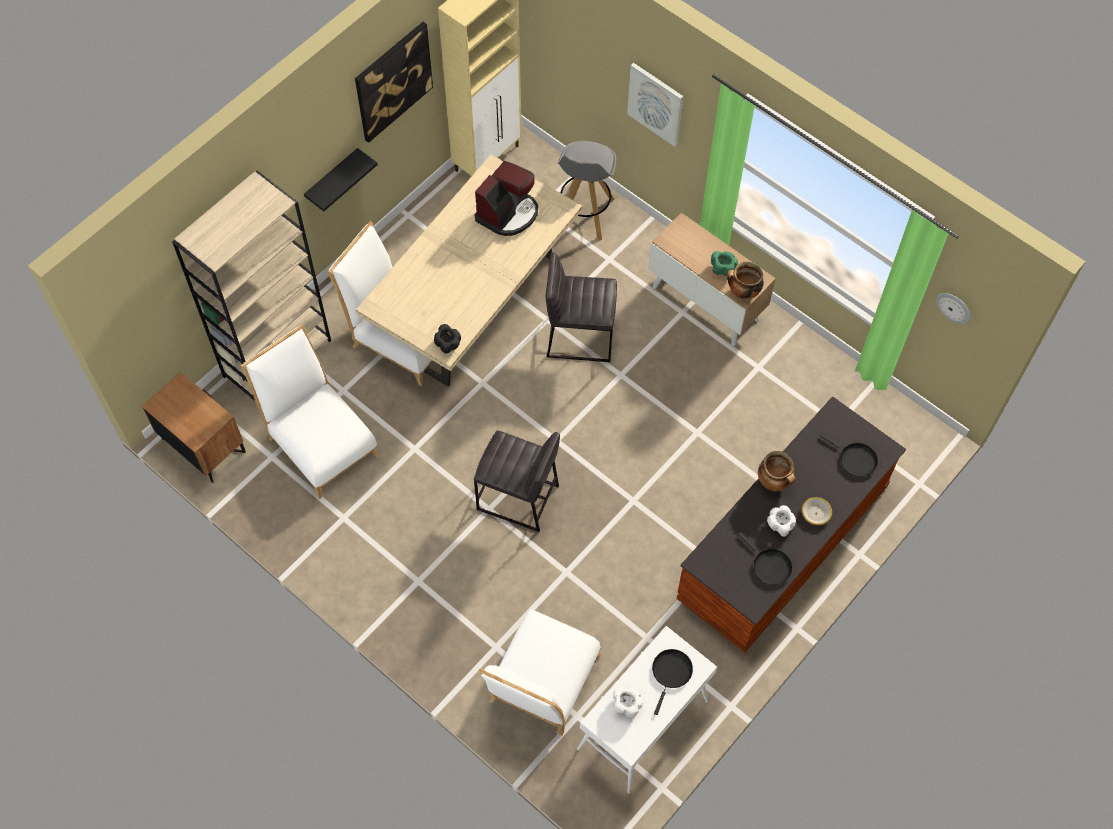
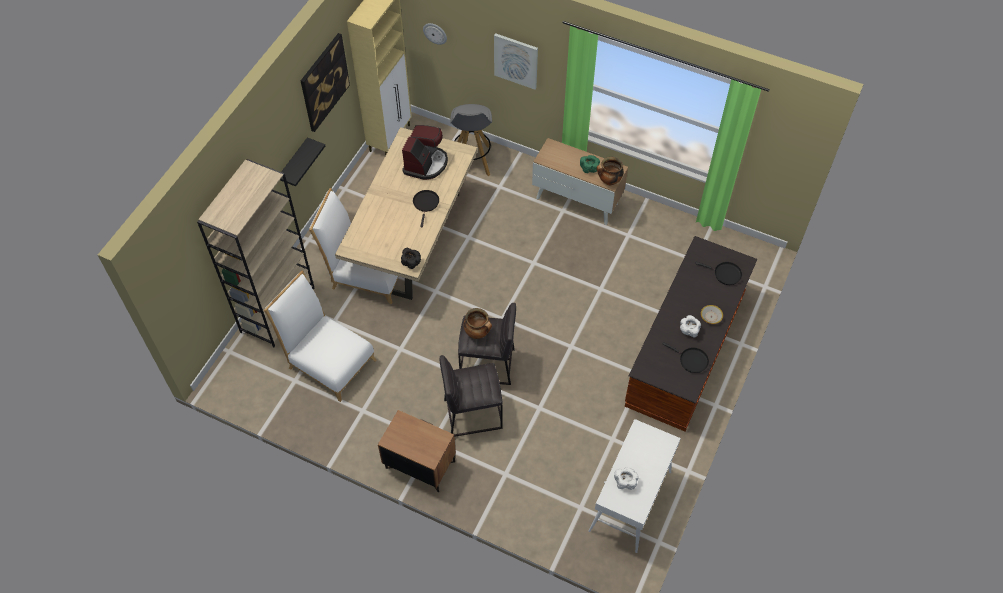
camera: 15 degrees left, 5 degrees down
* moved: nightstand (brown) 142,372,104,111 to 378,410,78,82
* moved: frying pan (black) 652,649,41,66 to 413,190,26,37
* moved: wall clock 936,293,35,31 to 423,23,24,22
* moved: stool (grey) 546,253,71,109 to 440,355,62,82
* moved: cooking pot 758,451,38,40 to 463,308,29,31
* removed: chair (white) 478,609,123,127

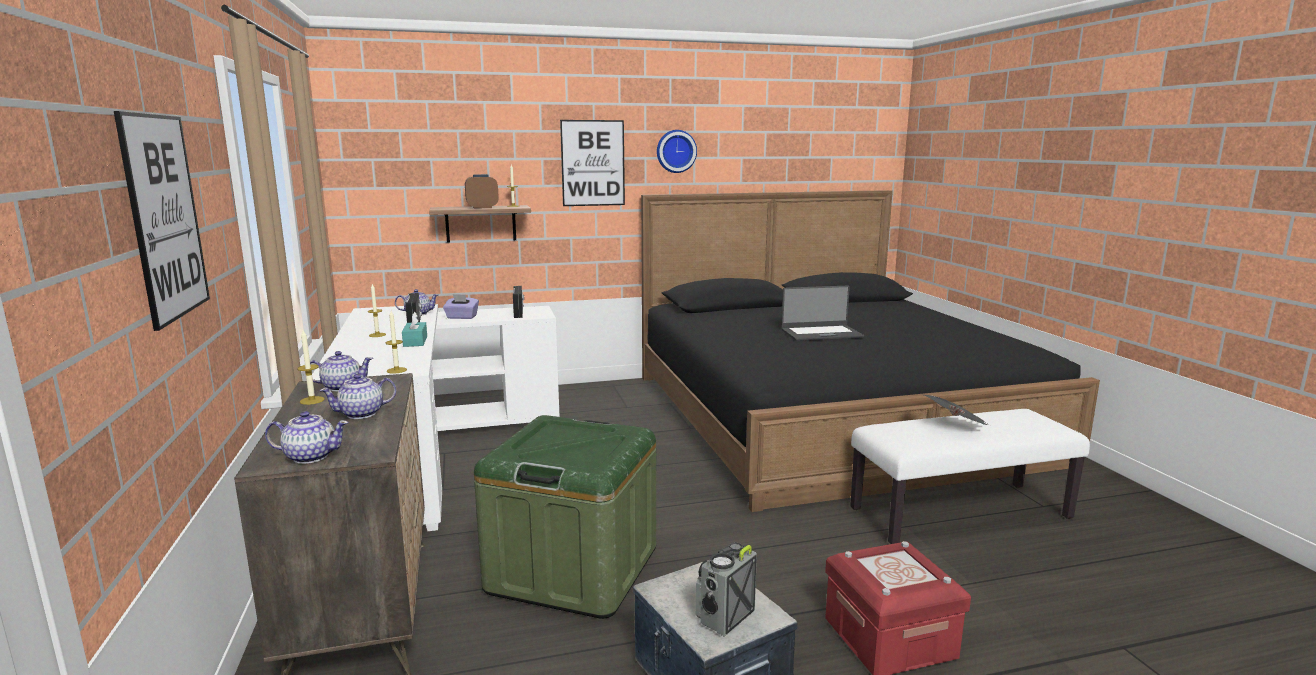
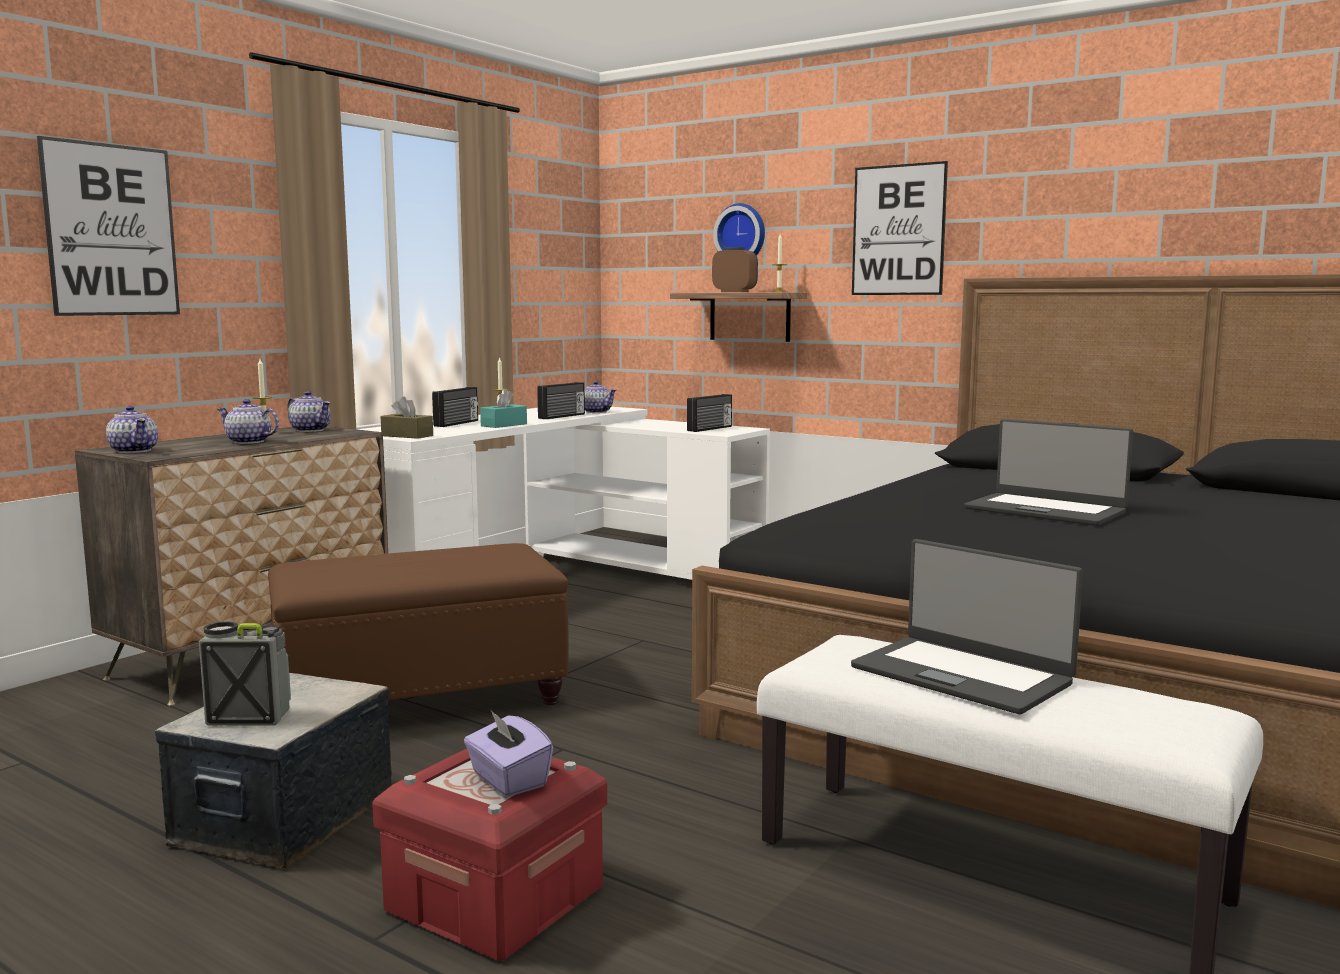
camera: 50 degrees right, 5 degrees down
* replaced: storage box (green) 474,415,182,204 to ottoman (brown) 268,543,301,162
* replaced: candle 386,311,21,63 to tissue box (brown) 381,396,52,43
* added: radio 432,387,46,40
* moved: tissue box (purple) 443,294,36,25 to 464,709,89,88
* moved: wall clock 657,130,40,43 to 713,203,52,53
* replaced: newspaper 924,395,64,30 to laptop 851,539,232,175

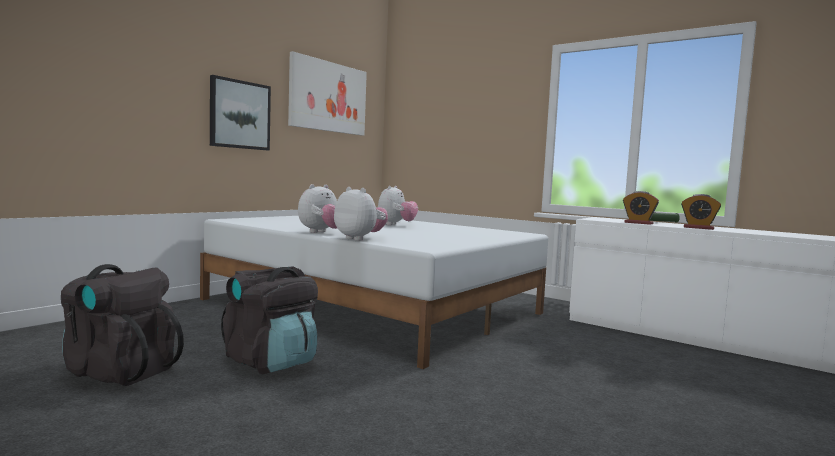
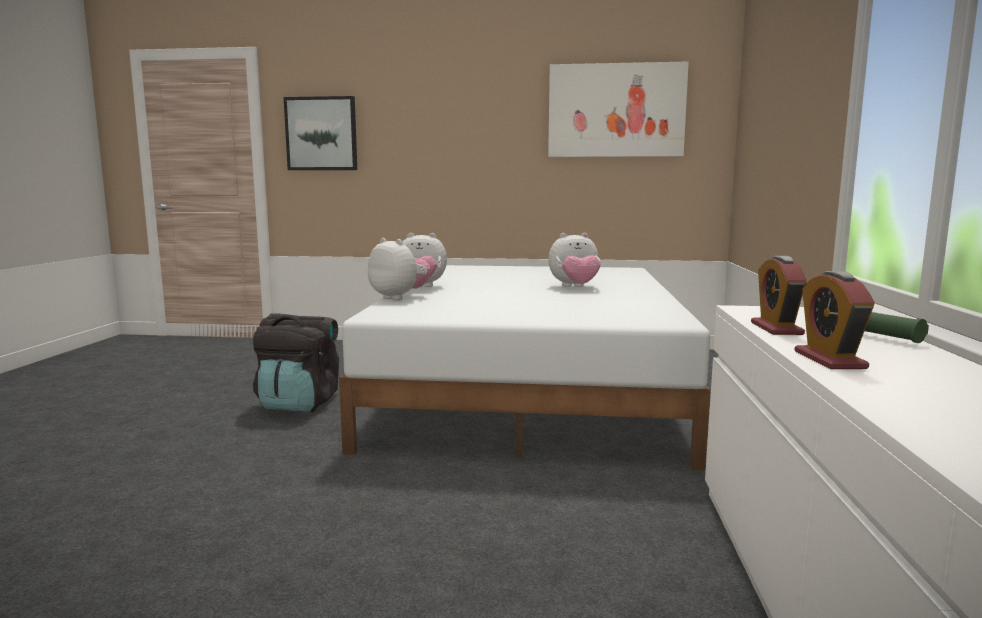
camera: 60 degrees right, 5 degrees up
* moved: picture 210,75,61,75 to 284,96,73,74
* turned: plush toy 334,187,54,54 = 368,238,63,62 60 degrees counterclockwise
* removed: backpack (black) 61,264,123,122

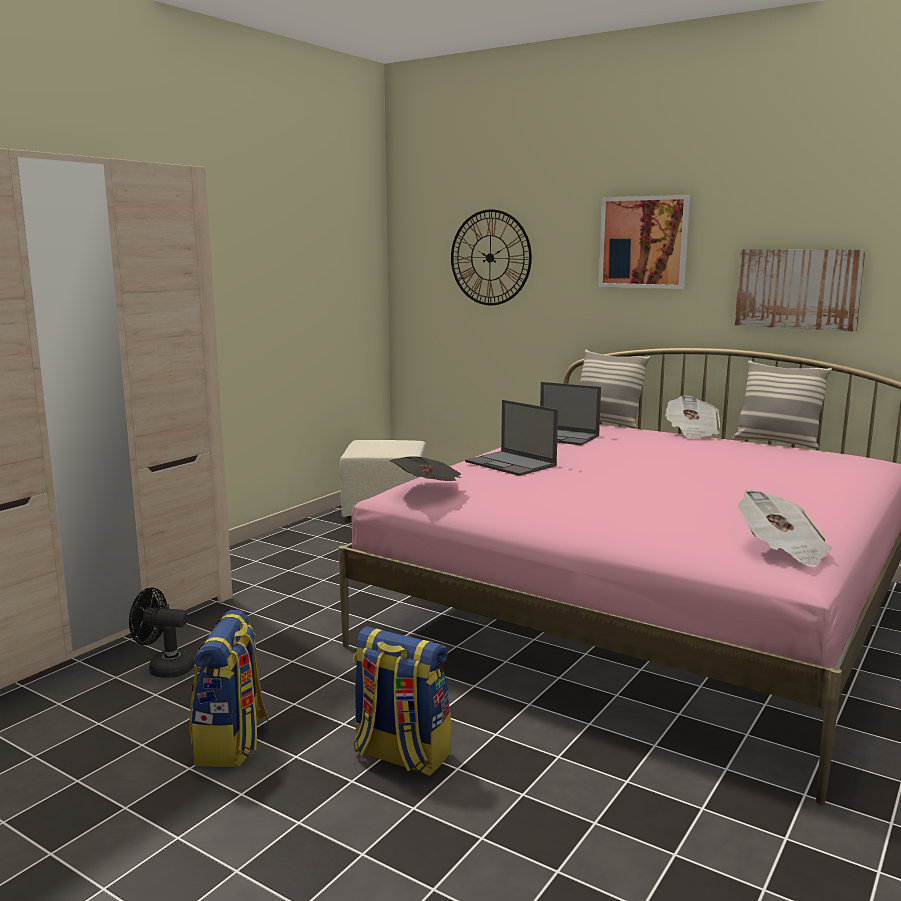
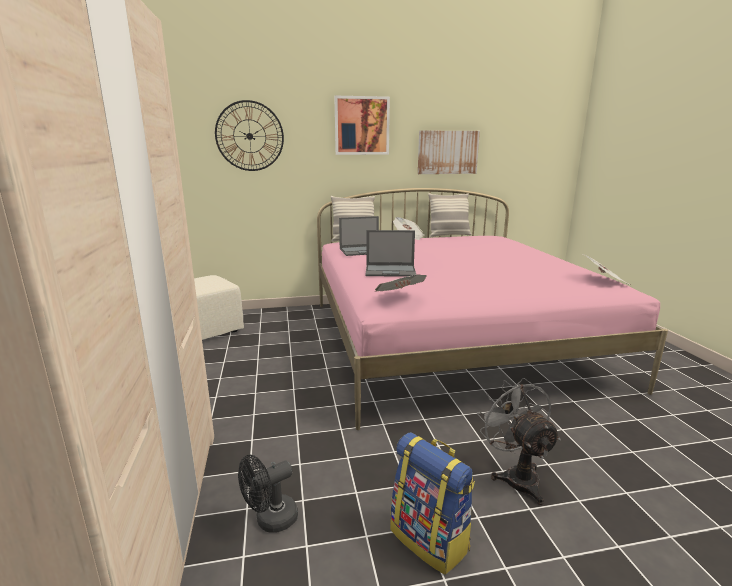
camera: 45 degrees left, 5 degrees up
* replaced: backpack 353,627,98,149 to fan (grey) 477,378,84,127

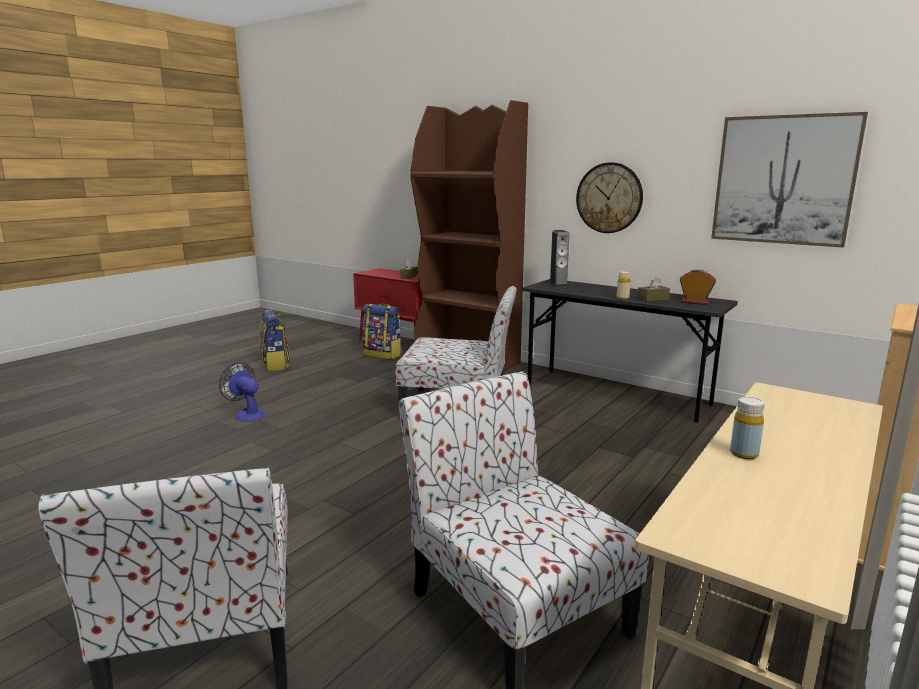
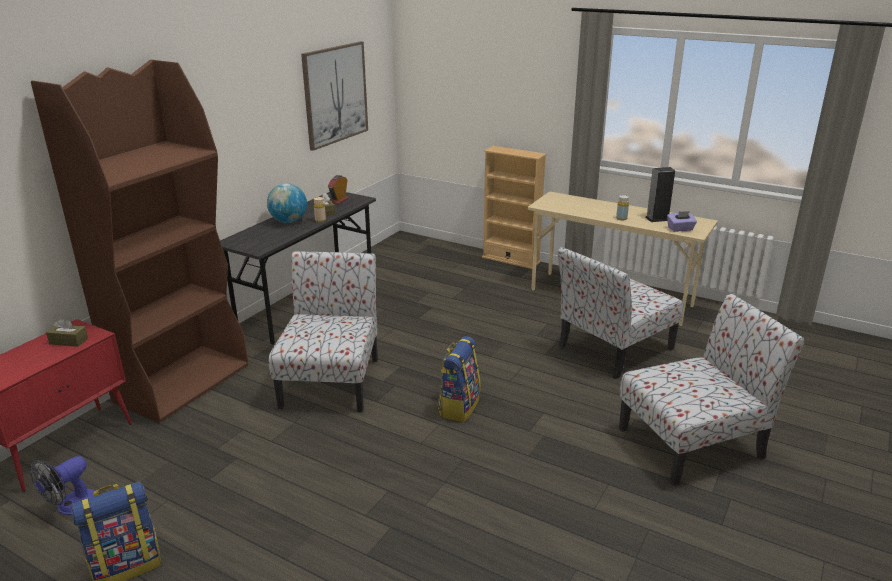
camera: 95 degrees left, 10 degrees up
* moved: fan 219,362,46,60 to 30,456,65,59
* added: globe 267,183,40,40
* moved: backpack 363,304,39,55 to 438,336,43,86
* moved: speaker 549,230,20,57 to 645,167,30,55
* added: tissue box (purple) 667,211,30,21
* removed: wall clock 576,162,67,71

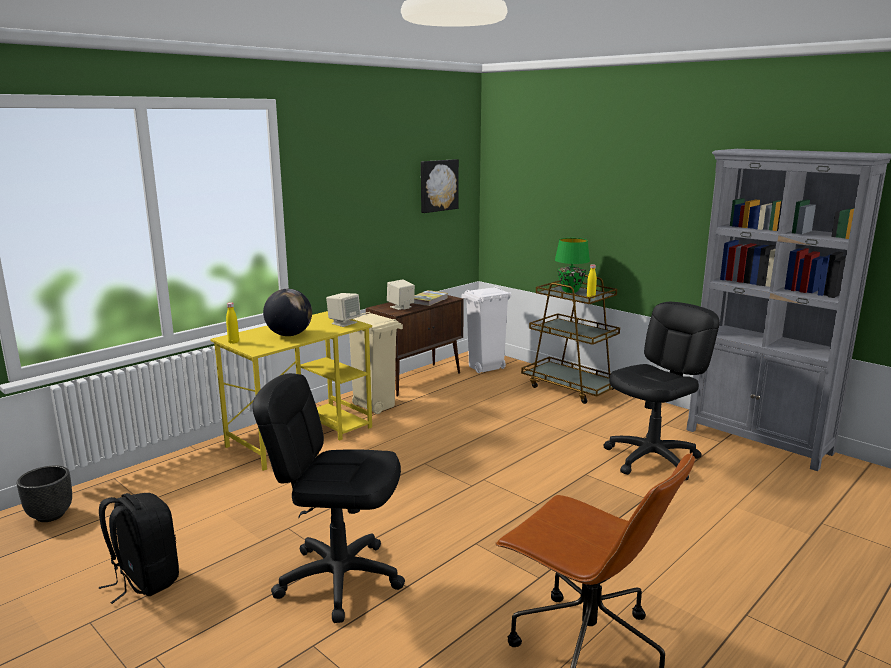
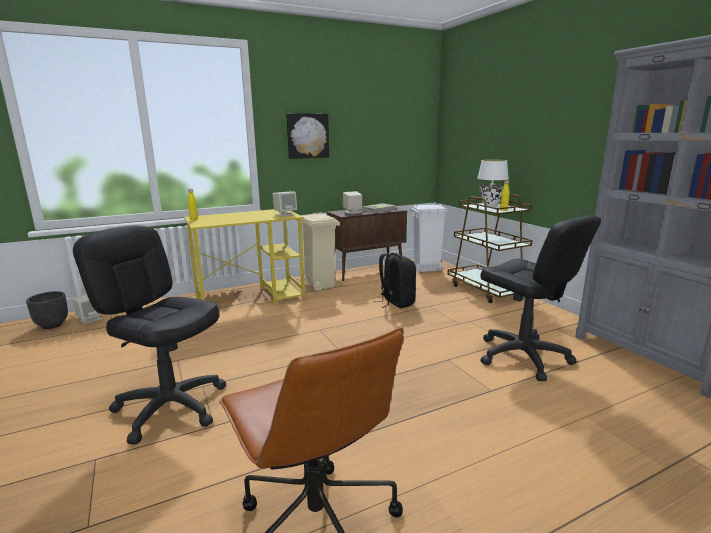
camera: 20 degrees right, 0 degrees up
* added: speaker (beige) 72,295,31,29
* moved: picture 421,159,38,54 to 286,113,43,46
* moved: backpack (black) 99,493,80,111 to 374,253,42,55
* recoloured: table lamp (green) 555,238,35,55 to table lamp (white) 477,160,32,47
* turned: office chair (black) 603,302,117,178 = 480,215,121,166 75 degrees clockwise
* removed: globe 263,289,49,47

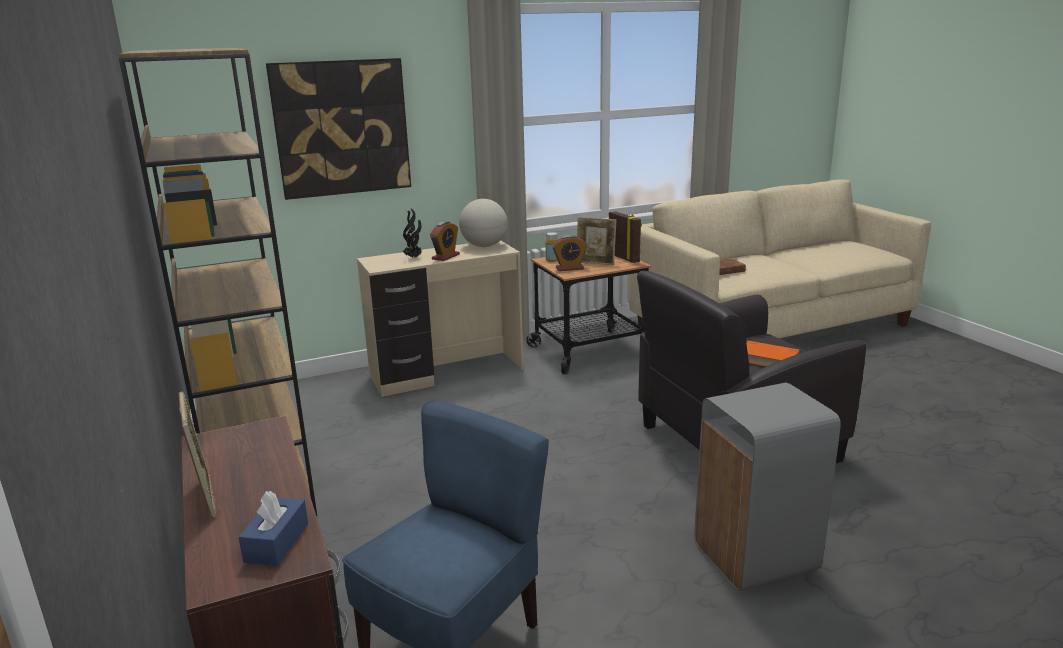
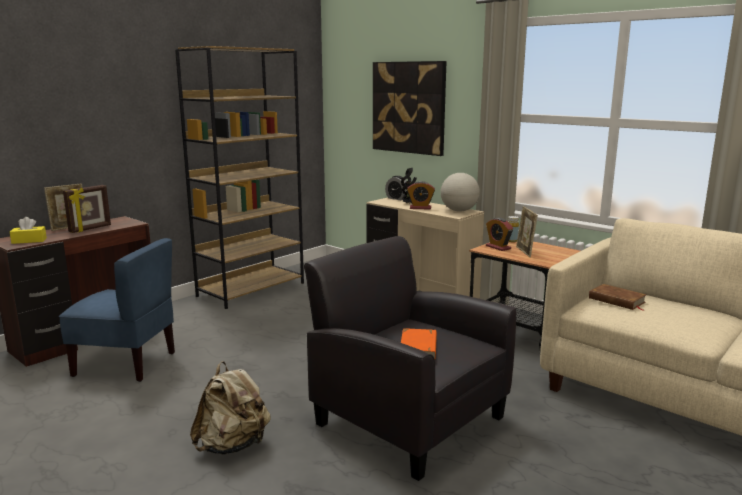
camera: 65 degrees right, 5 degrees down
* recoloured: tissue box (blue) 238,491,70,75 to tissue box (yellow) 10,217,37,27
* moved: picture frame 609,211,33,52 to 63,185,48,48
* replaced: trash can (grey) 694,383,147,208 to backpack (beige) 190,361,81,94
* added: alarm clock 385,176,22,24

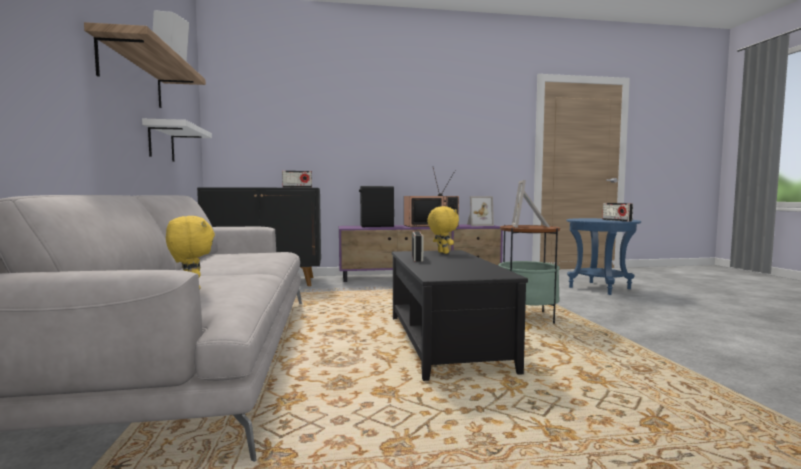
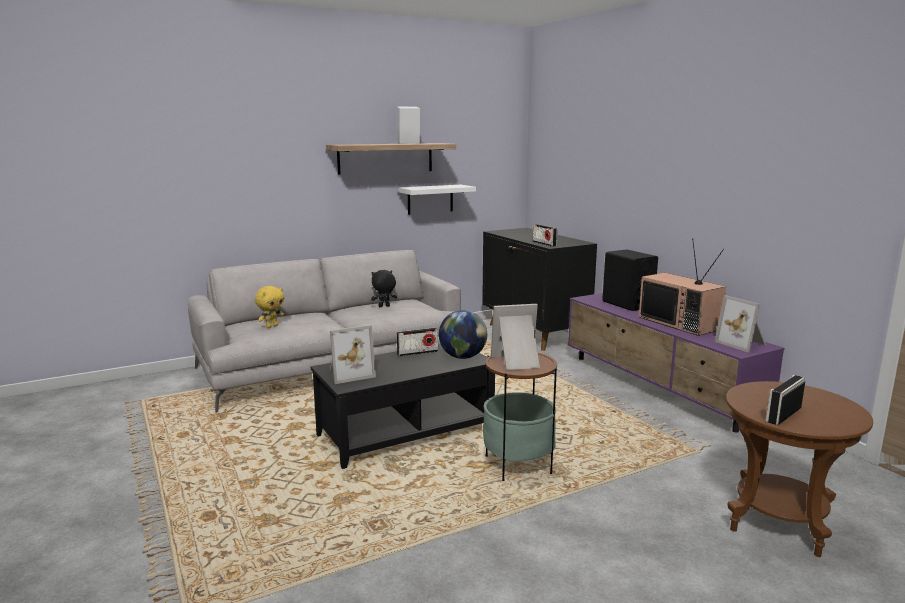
camera: 70 degrees right, 10 degrees up
* added: picture frame 330,325,46,59
* added: plush toy (black) 371,270,26,37
* replaced: plush toy (yellow) 427,206,32,48 to globe 439,310,48,49
* recoloured: side table (blue) 566,218,75,77 to side table (brown) 726,381,147,176

